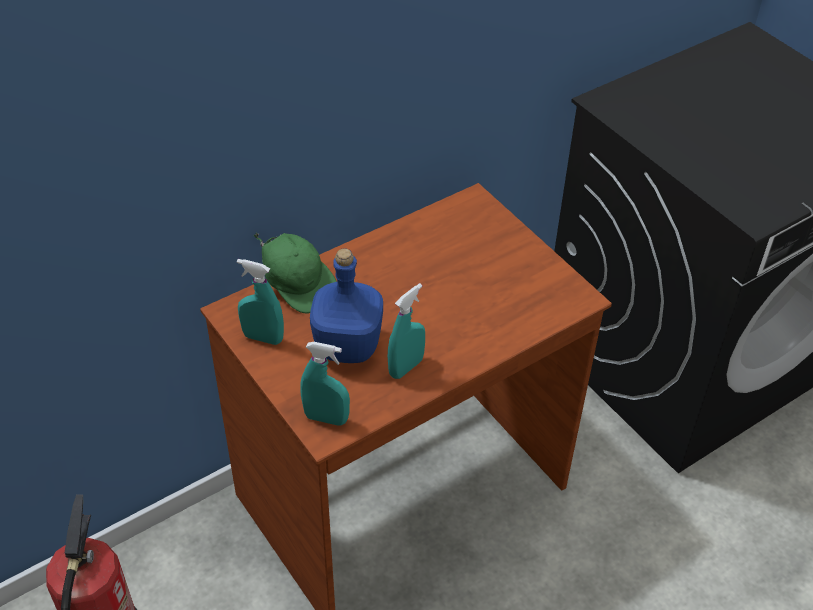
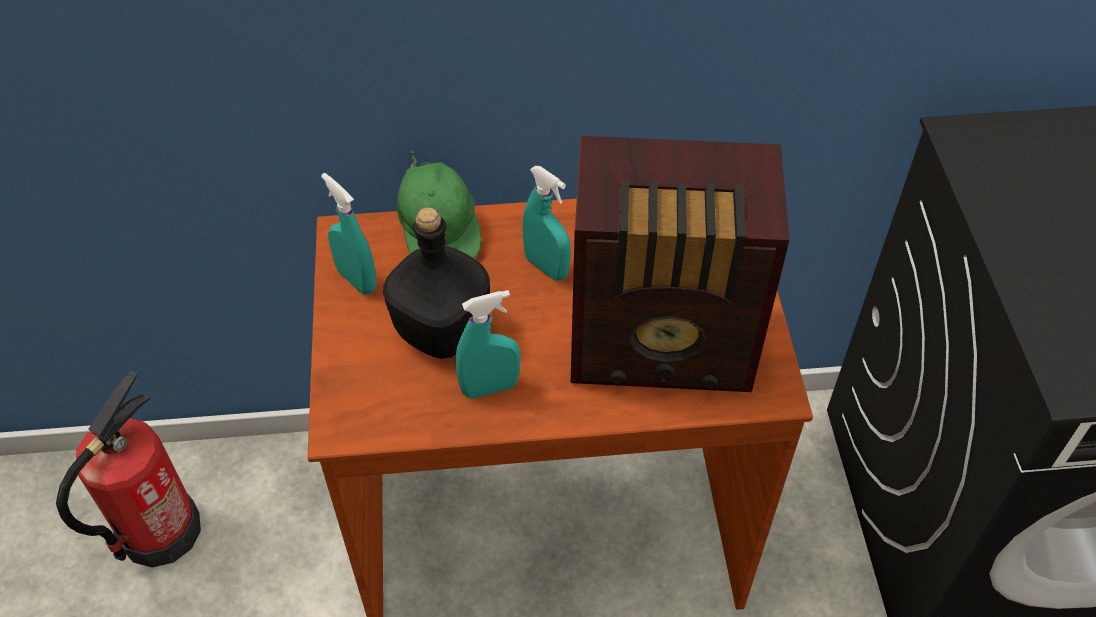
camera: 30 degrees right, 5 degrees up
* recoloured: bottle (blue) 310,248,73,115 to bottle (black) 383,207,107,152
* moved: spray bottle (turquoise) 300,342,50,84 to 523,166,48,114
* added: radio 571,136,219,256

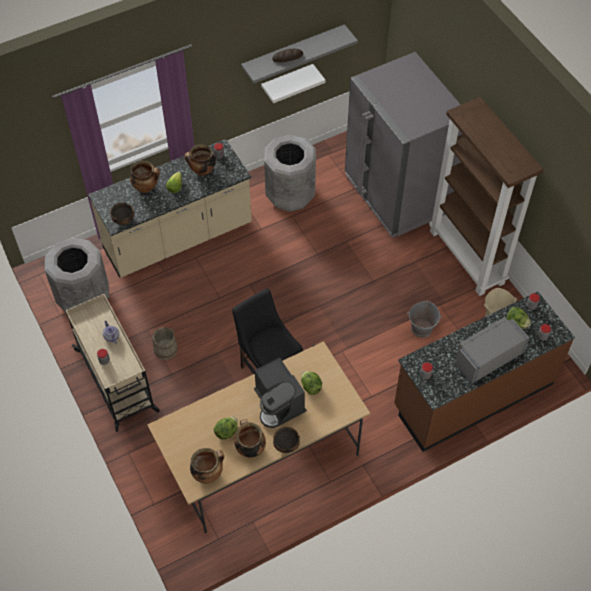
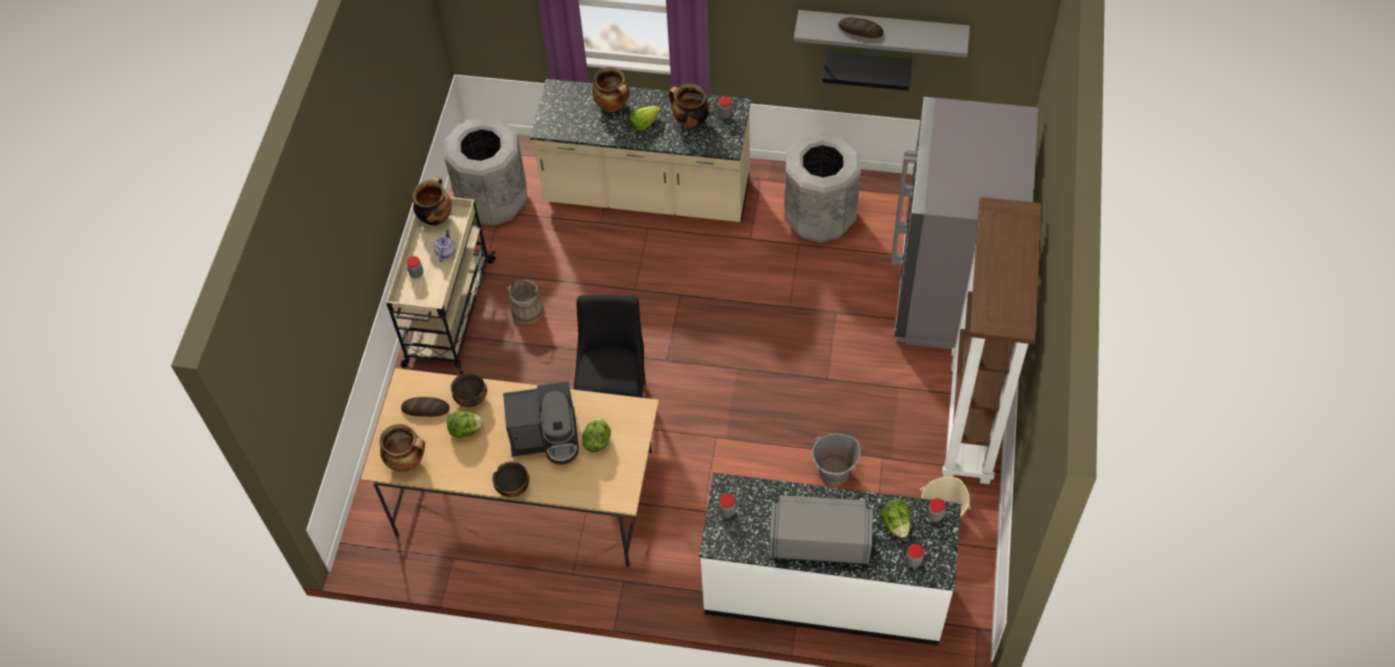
camera: 40 degrees right, 0 degrees up
* added: bread 401,397,49,20
* moved: cooking pot 234,419,32,38 to 412,176,40,50
* moved: bowl 110,203,24,22 to 451,372,36,35
* turned: coffee machine 254,358,53,70 = 503,382,76,83 105 degrees counterclockwise
* recoloured: counter (brown) 394,291,181,161 to counter (white) 699,473,262,173
* recoloured: shelf (white) 261,64,65,39 to shelf (black) 822,51,90,40

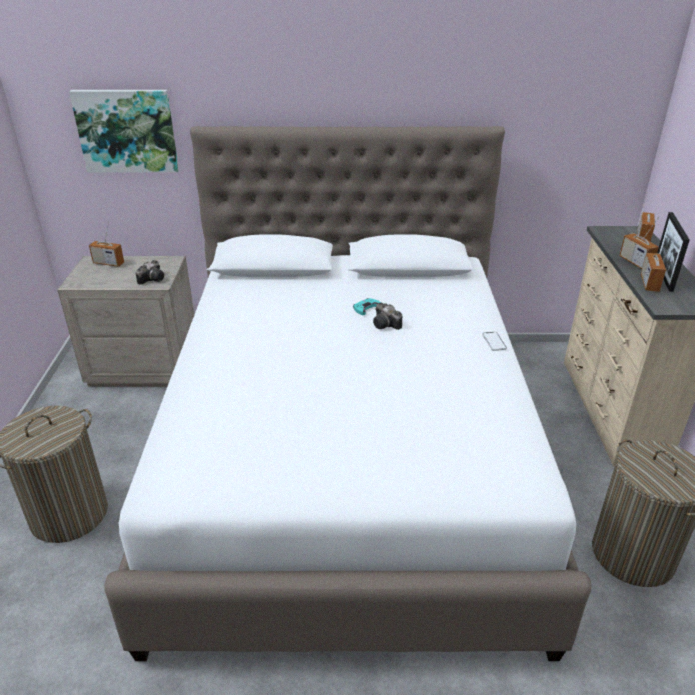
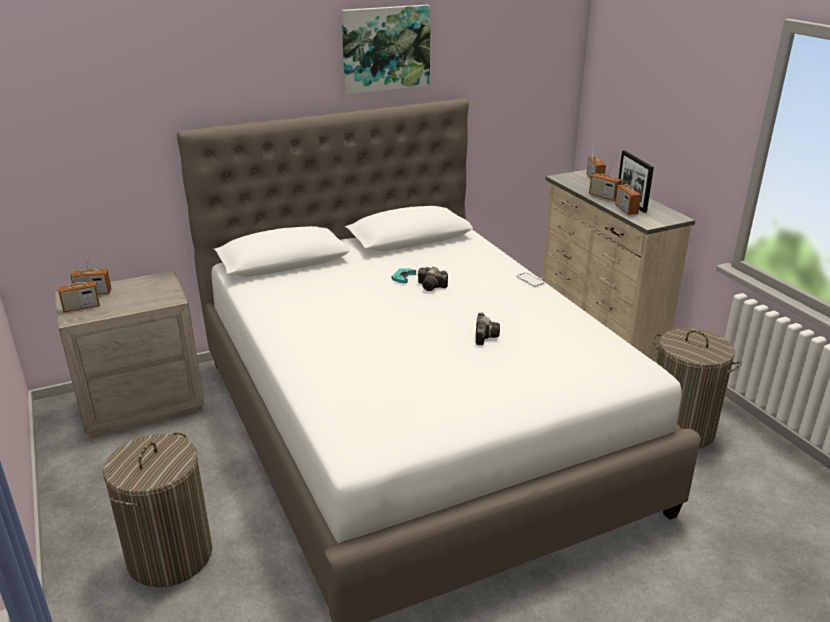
camera: 25 degrees left, 5 degrees down
* added: radio 58,258,42,54
* moved: picture 69,90,110,83 to 341,5,89,89
* moved: photo camera 135,260,29,25 to 476,313,24,32

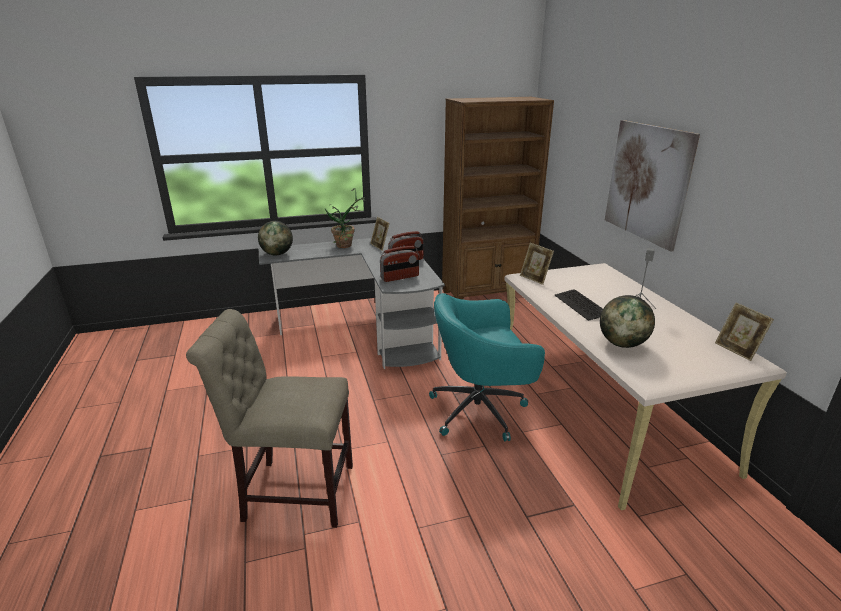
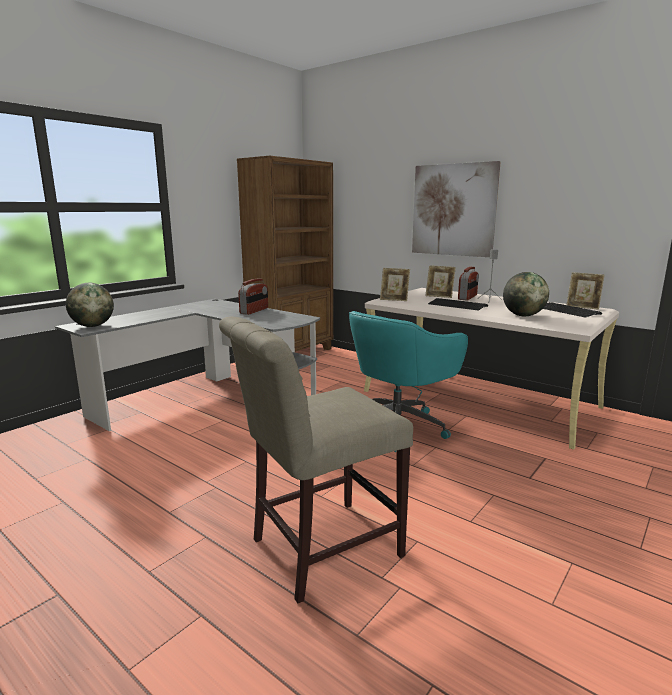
camera: 35 degrees left, 10 degrees down
* moved: picture frame 370,217,20,34 to 425,265,31,33
* moved: radio 380,246,39,36 to 458,267,21,33
* added: keyboard 543,302,59,16
* removed: potted plant 324,188,42,60

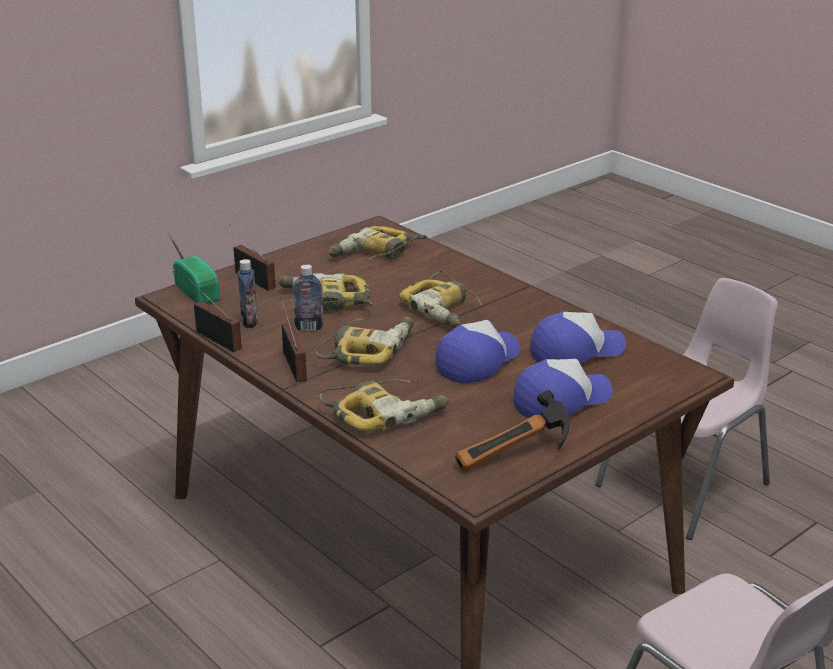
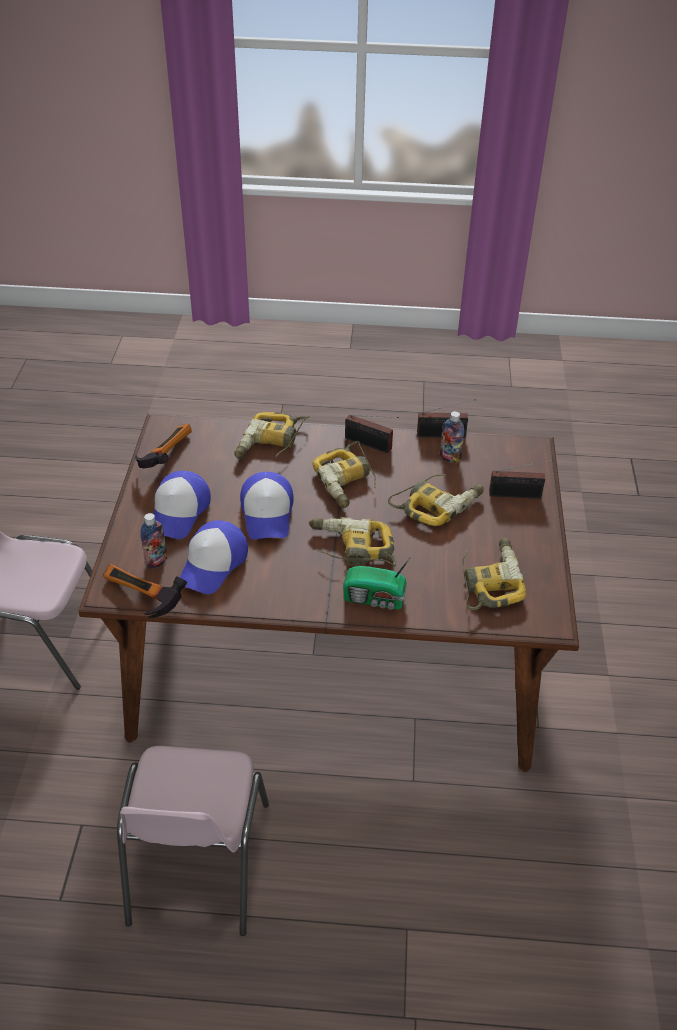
camera: 135 degrees right, 15 degrees up
* added: hammer 103,564,84,54
* moved: bottle 293,265,31,67 to 140,513,27,56
* moved: radio 167,231,53,73 to 343,553,71,57

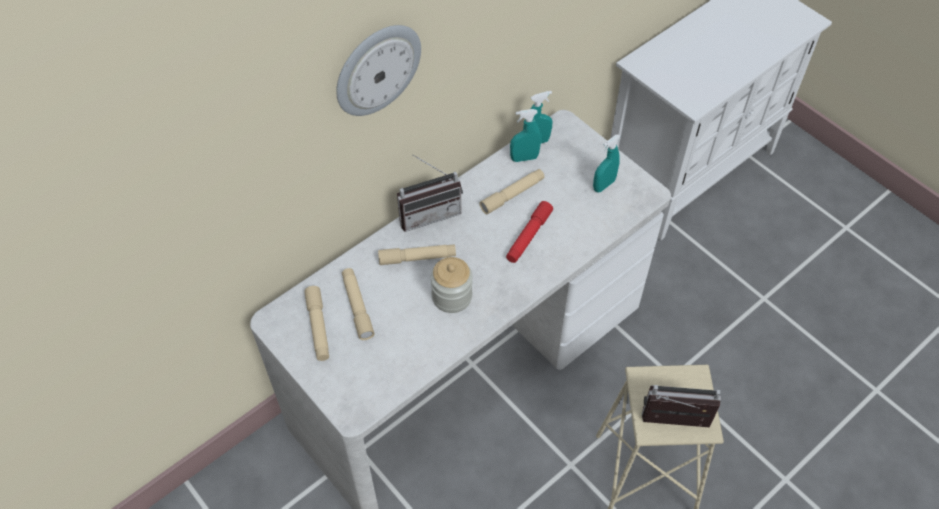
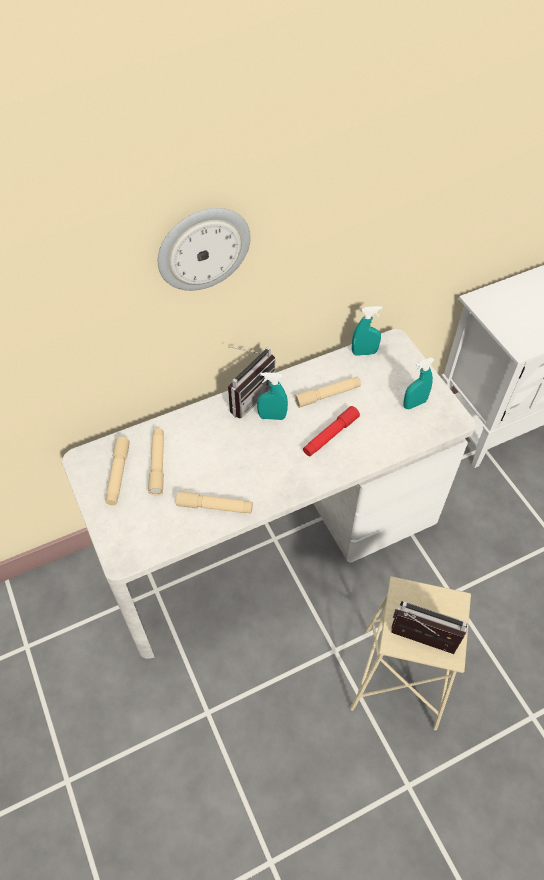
camera: 15 degrees right, 0 degrees up
* moved: flashlight (beige) 378,244,78,21 to 176,491,77,22
* turned: radio 397,155,66,77 = 228,346,47,72 45 degrees counterclockwise
* moved: spray bottle (turquoise) 510,109,31,53 to 257,372,31,48
* removed: jar 431,257,42,56

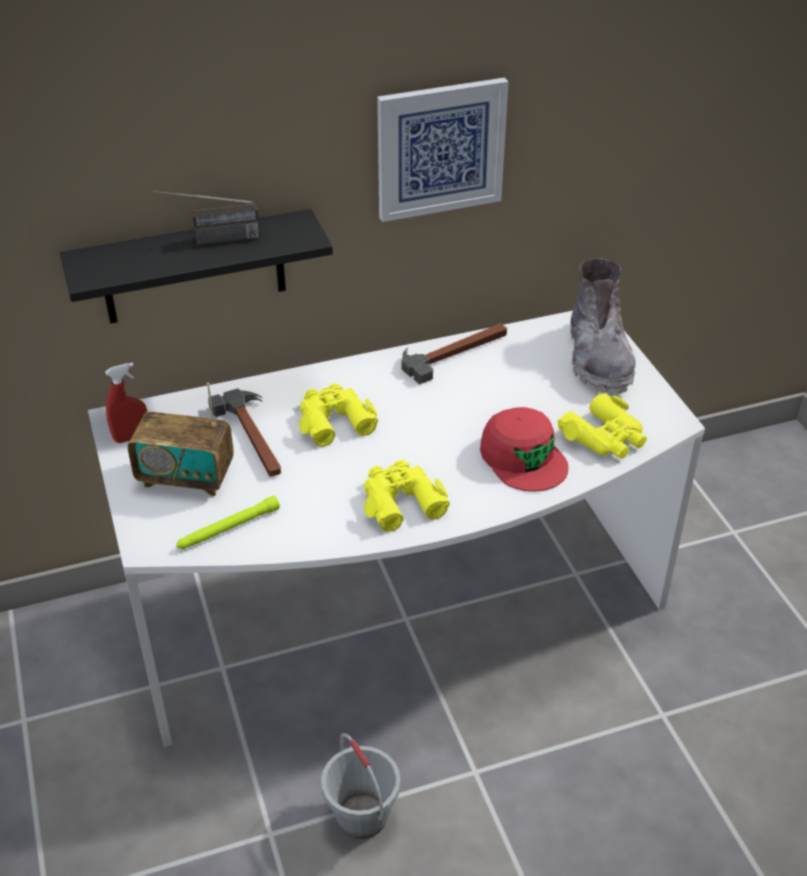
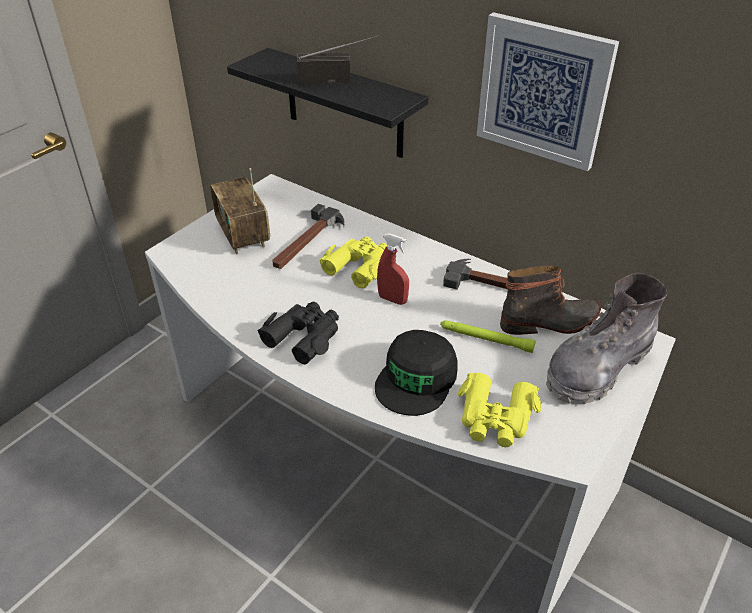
camera: 55 degrees right, 0 degrees up
* recoloured: binoculars (yellow) 364,460,86,72 to binoculars (black) 258,302,81,62
* turned: radio 153,191,107,54 = 297,36,81,48 135 degrees clockwise
* recoloured: cap (red) 480,407,89,85 to cap (black) 375,330,83,86
* moved: spray bottle (red) 105,362,42,81 to 377,233,32,72
* moved: flashlight (green) 176,496,104,53 to 440,320,96,33
* added: boot 500,265,101,70
* removed: bucket (grey) 321,733,79,106

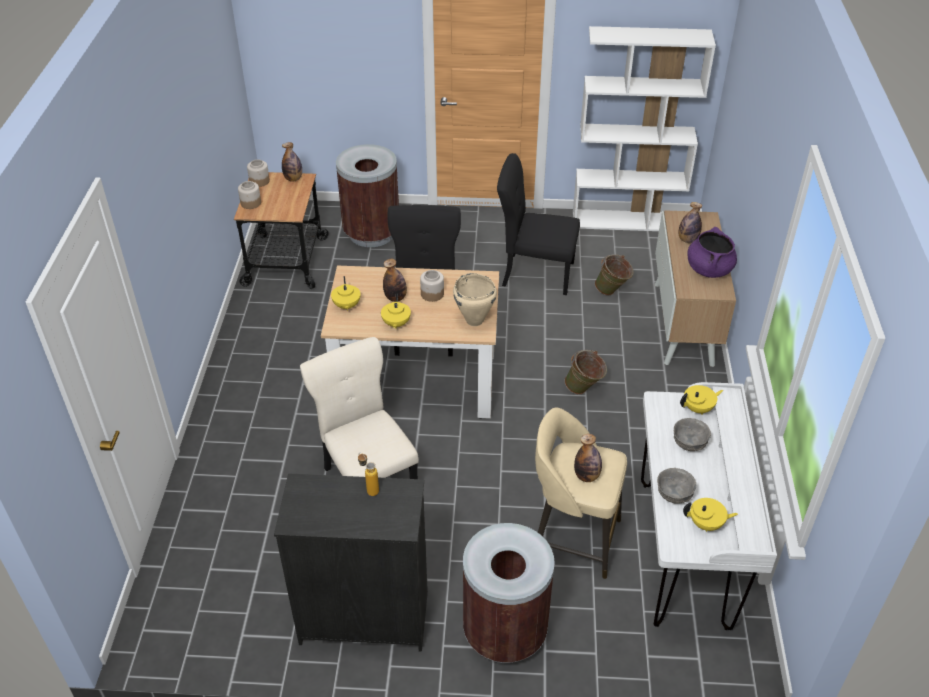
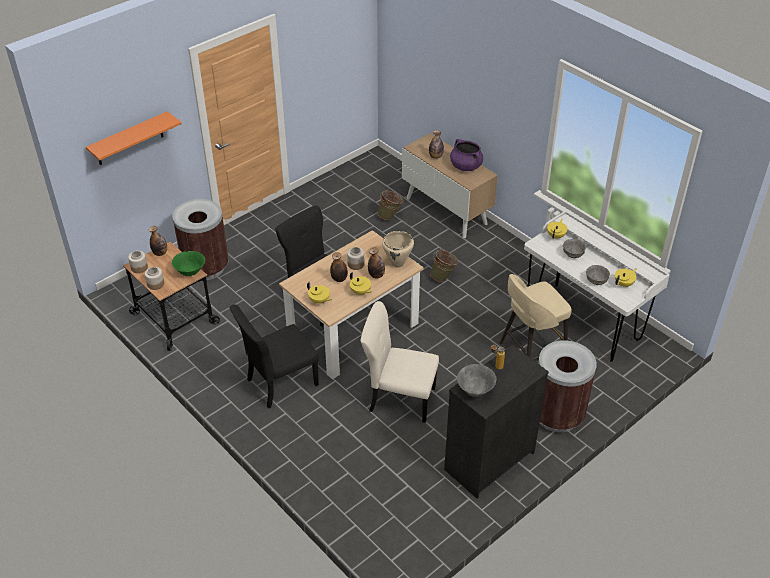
camera: 45 degrees left, 0 degrees up
* added: shelf (orange) 86,111,96,54
* added: bowl (green) 172,251,33,25
* moved: chair (black) 497,153,83,142 to 230,304,89,105
* moved: bottle 574,434,28,48 to 368,248,17,31
* added: bowl (grey) 457,364,39,33
* removed: bookcase (white) 573,26,143,205

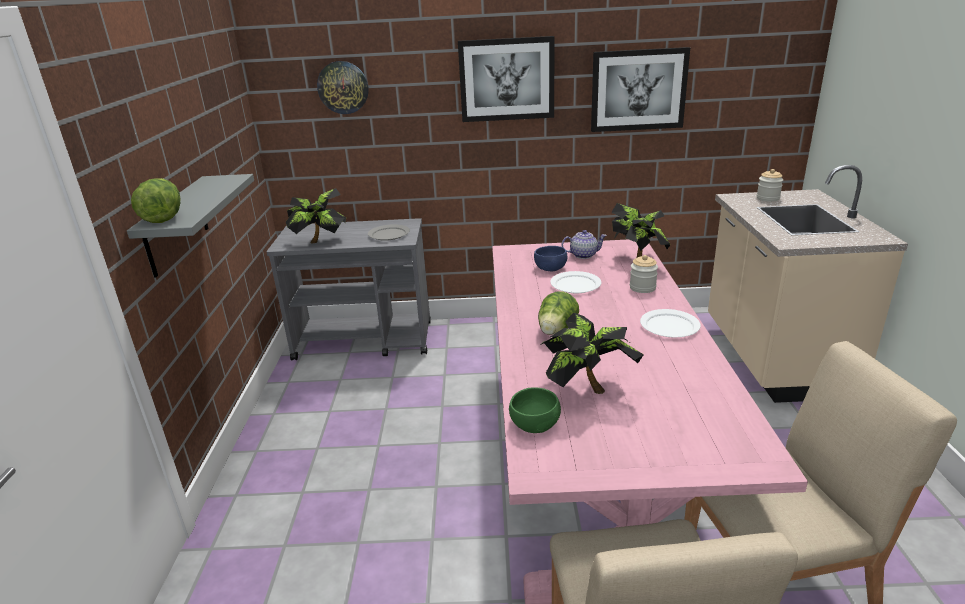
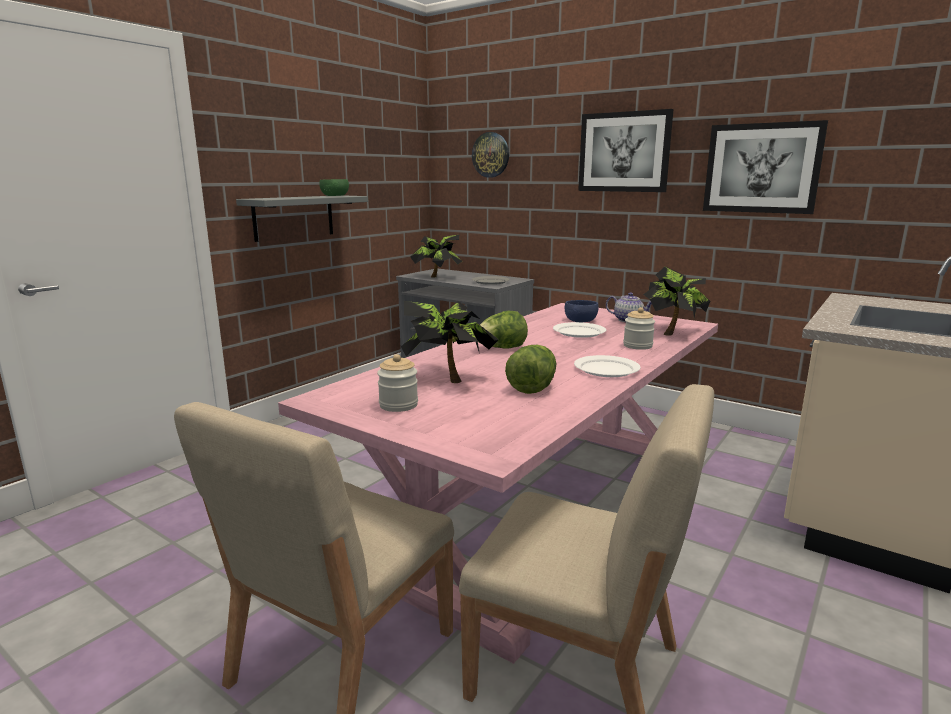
camera: 35 degrees right, 10 degrees down
* moved: bowl (green) 509,387,52,46 to 319,179,30,17
* moved: jar 757,169,26,33 to 377,354,41,58
* moved: lettuce 131,178,50,45 to 505,345,51,49

